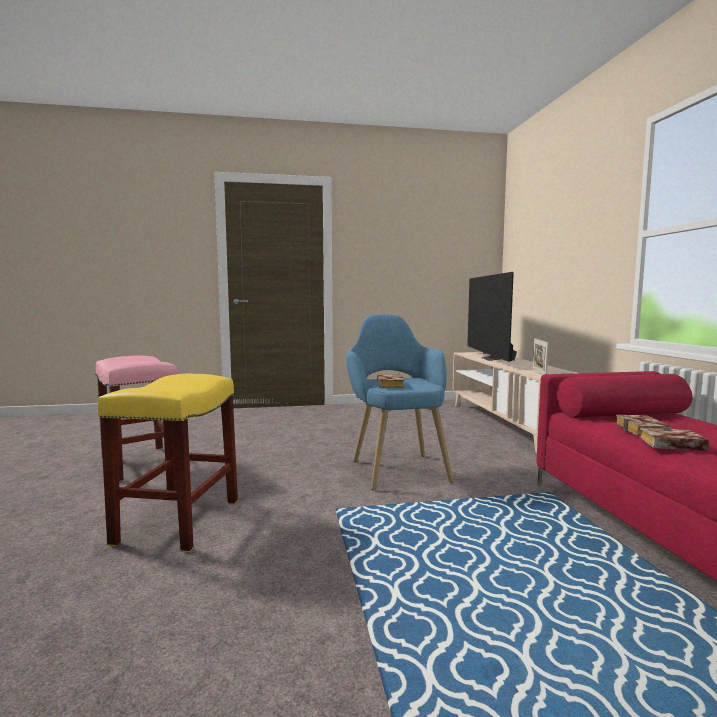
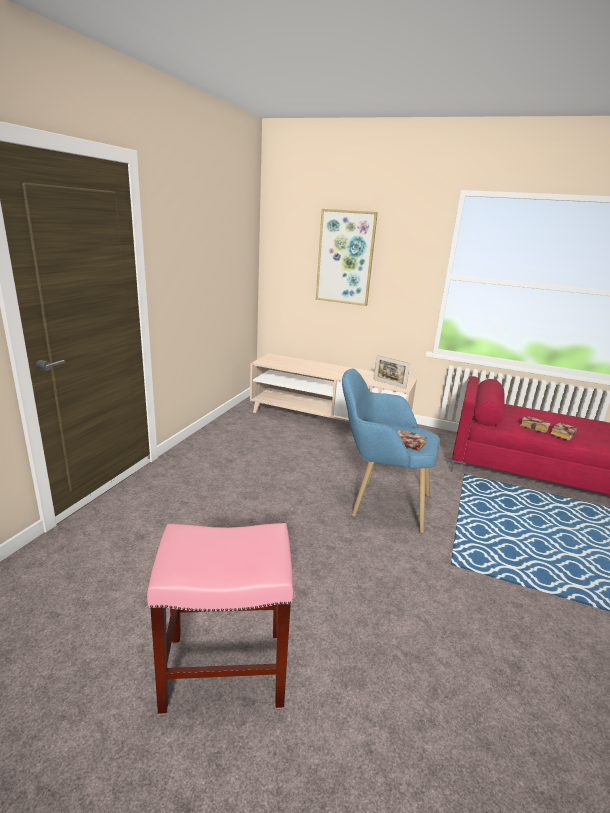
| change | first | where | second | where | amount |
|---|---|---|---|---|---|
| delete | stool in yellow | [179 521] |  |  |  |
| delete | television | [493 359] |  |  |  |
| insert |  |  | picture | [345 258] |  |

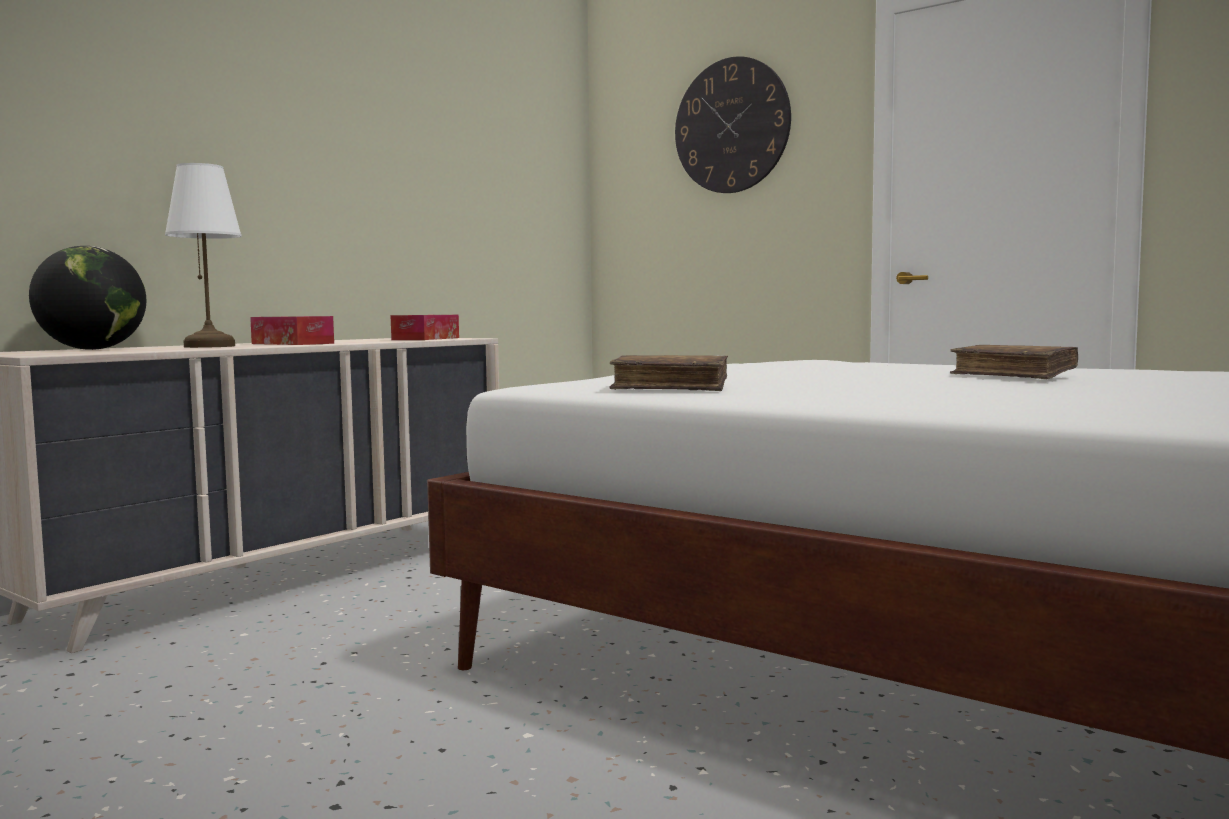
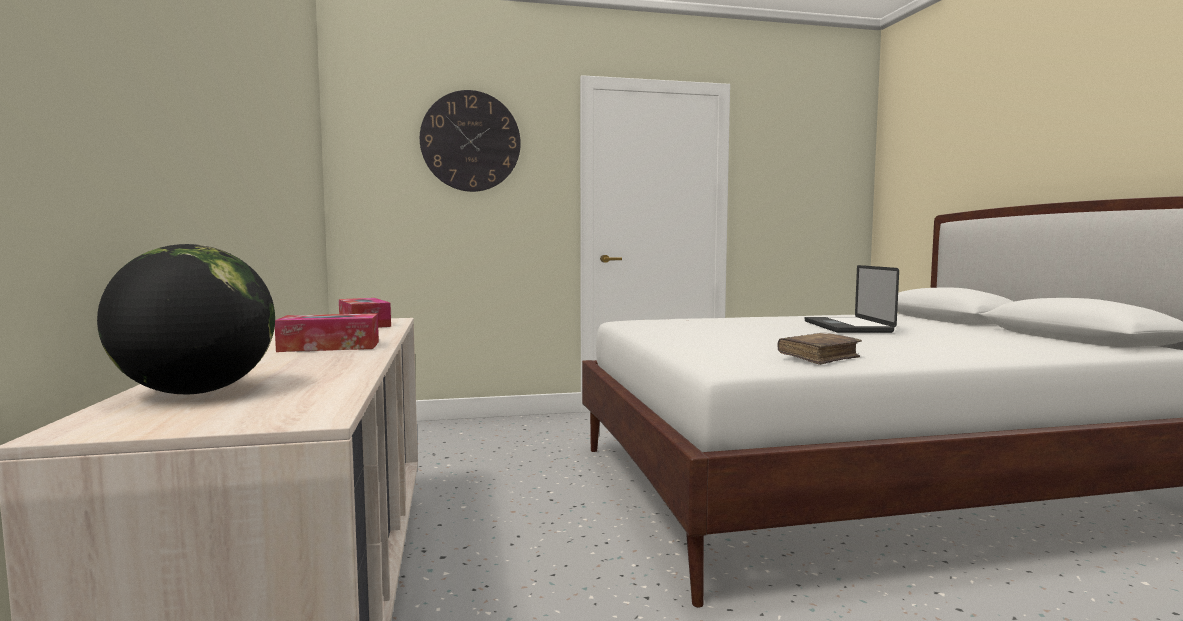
| change | first | where | second | where | amount |
|---|---|---|---|---|---|
| delete | table lamp in white | [211 346] |  |  |  |
| replace | book in brown | [1013 375] | laptop | [847 327] |  |

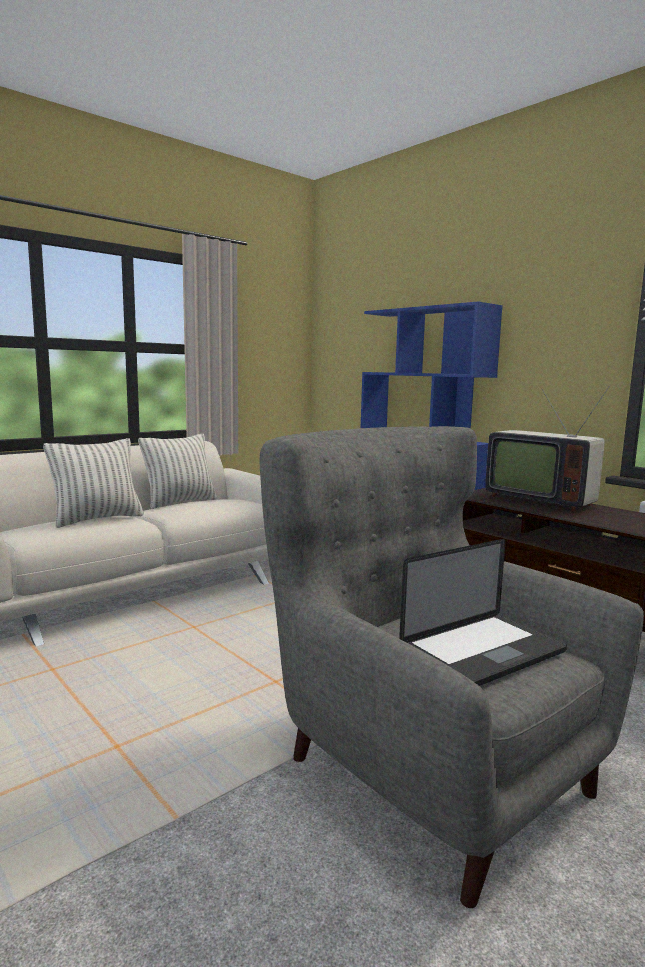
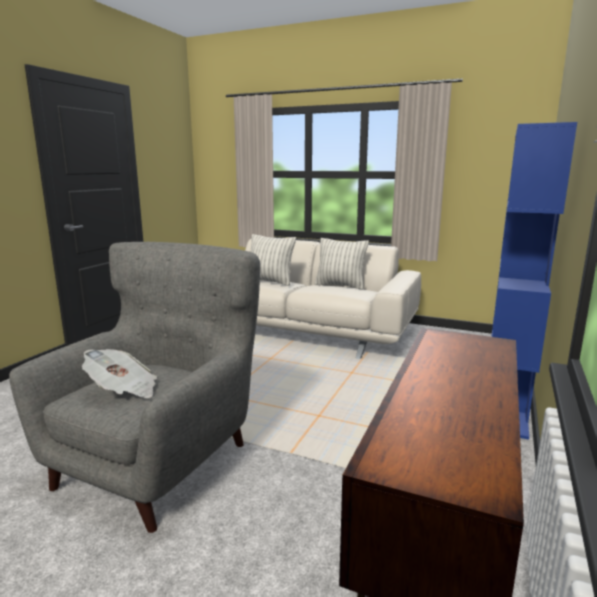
| change | first | where | second | where | amount |
|---|---|---|---|---|---|
| delete | television | [540 500] |  |  |  |
| replace | laptop | [483 652] | newspaper | [123 390] |  |

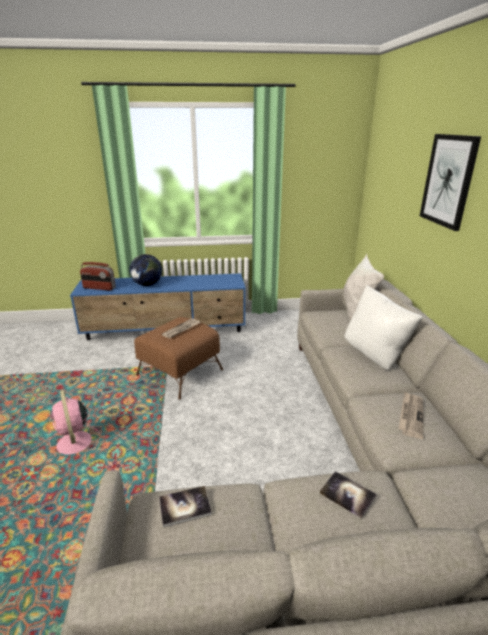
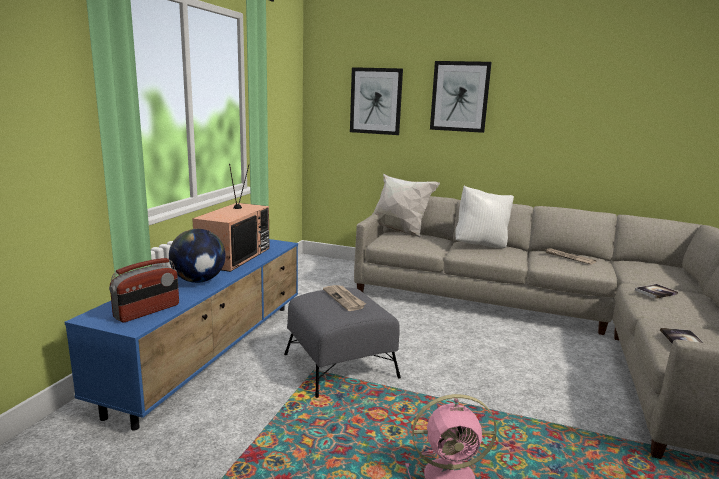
| change | first | where | second | where | amount |
|---|---|---|---|---|---|
| insert |  |  | television | [233 256] |  |
| insert |  |  | picture | [376 101] |  |
| recolor | ottoman in brown | [179 372] | ottoman in grey | [340 366] |  |

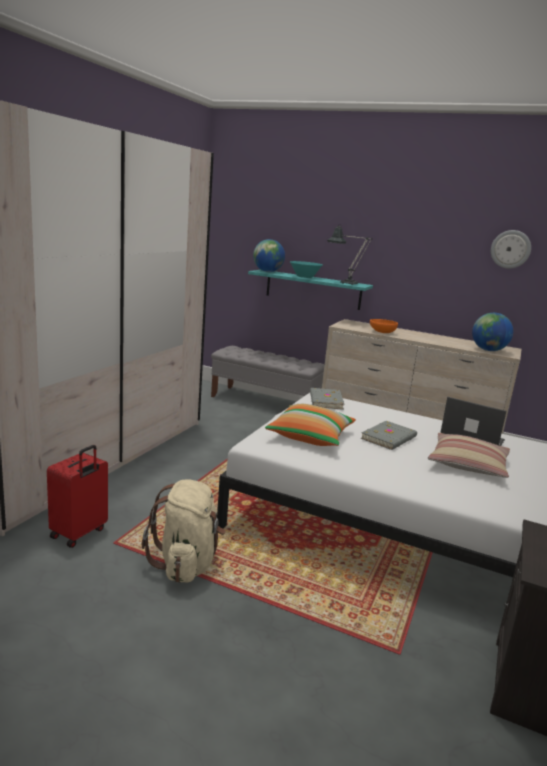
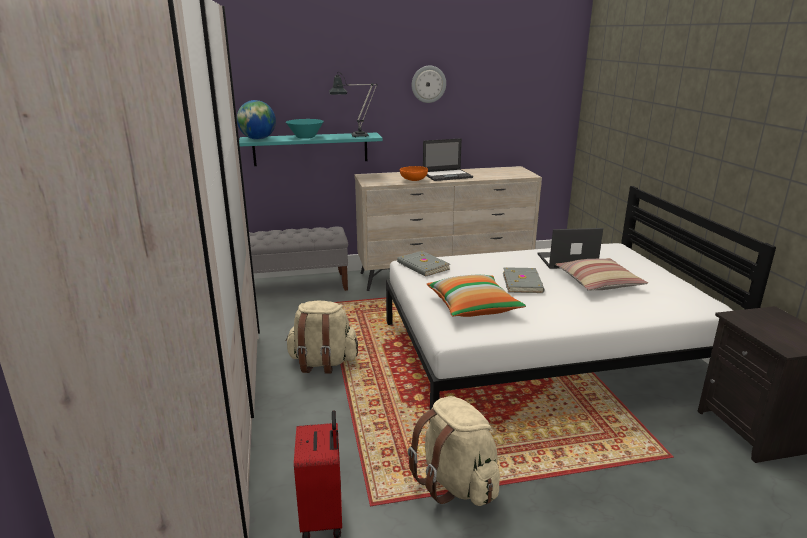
| change | first | where | second | where | amount |
|---|---|---|---|---|---|
| delete | globe | [488 350] |  |  |  |
| insert |  |  | backpack in beige | [322 363] |  |
| insert |  |  | laptop | [447 175] |  |
| move | wall clock | [510 249] |  | [428 84] |  |

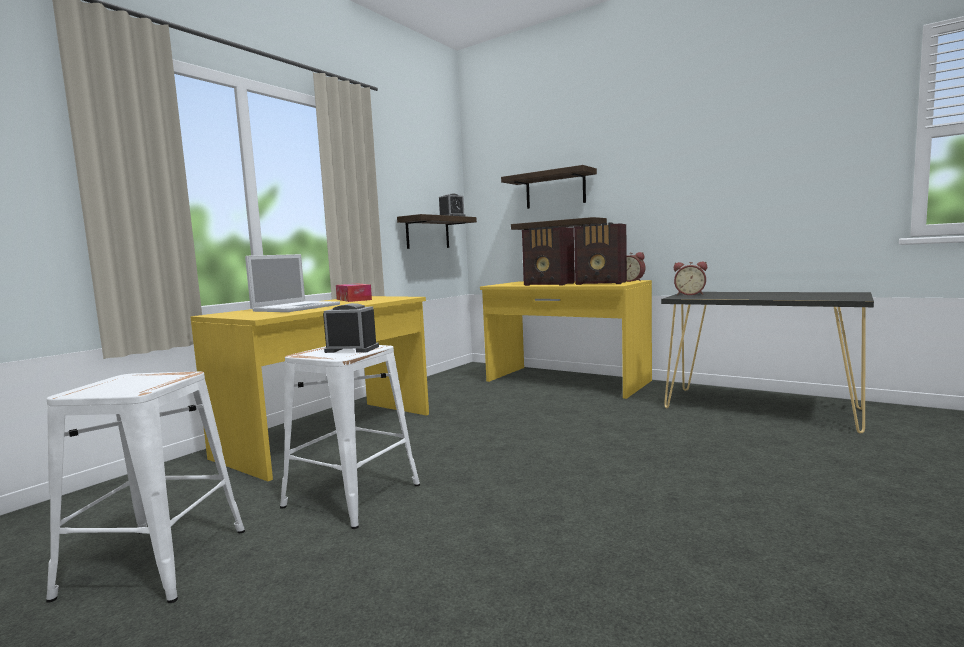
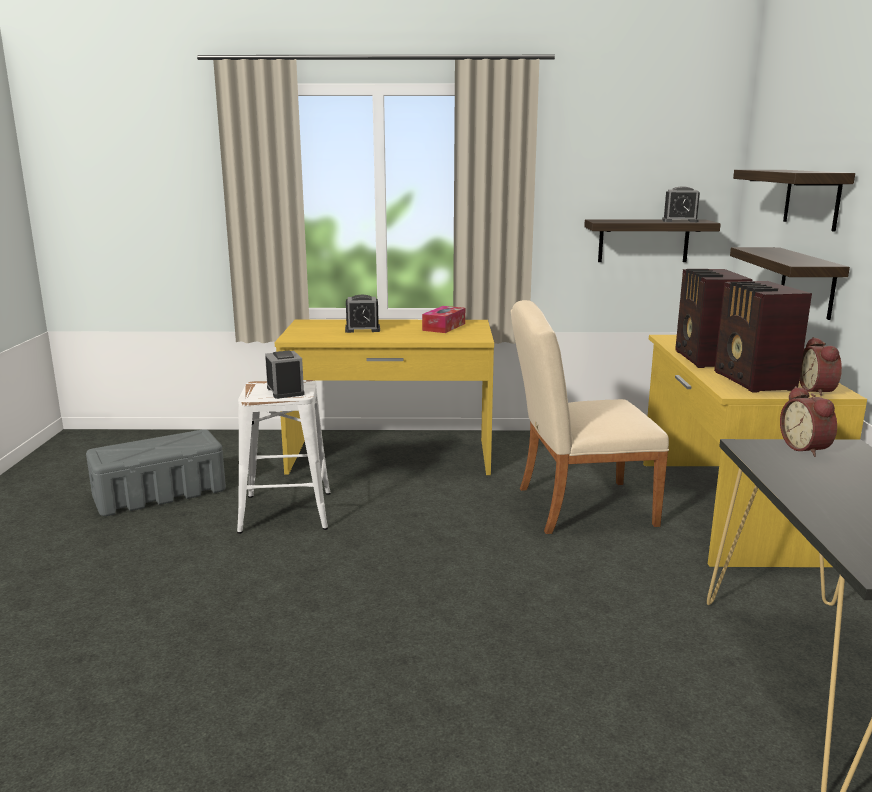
| change | first | where | second | where | amount |
|---|---|---|---|---|---|
| insert |  |  | chair in beige | [575 506] |  |
| replace | stool in white | [154 562] | storage box in grey | [161 493] |  |
| replace | laptop | [297 307] | alarm clock | [362 329] |  |

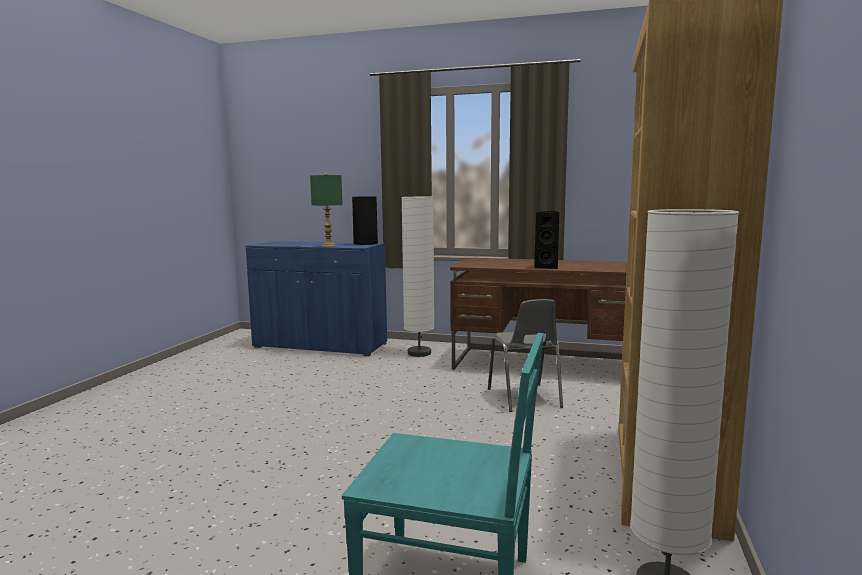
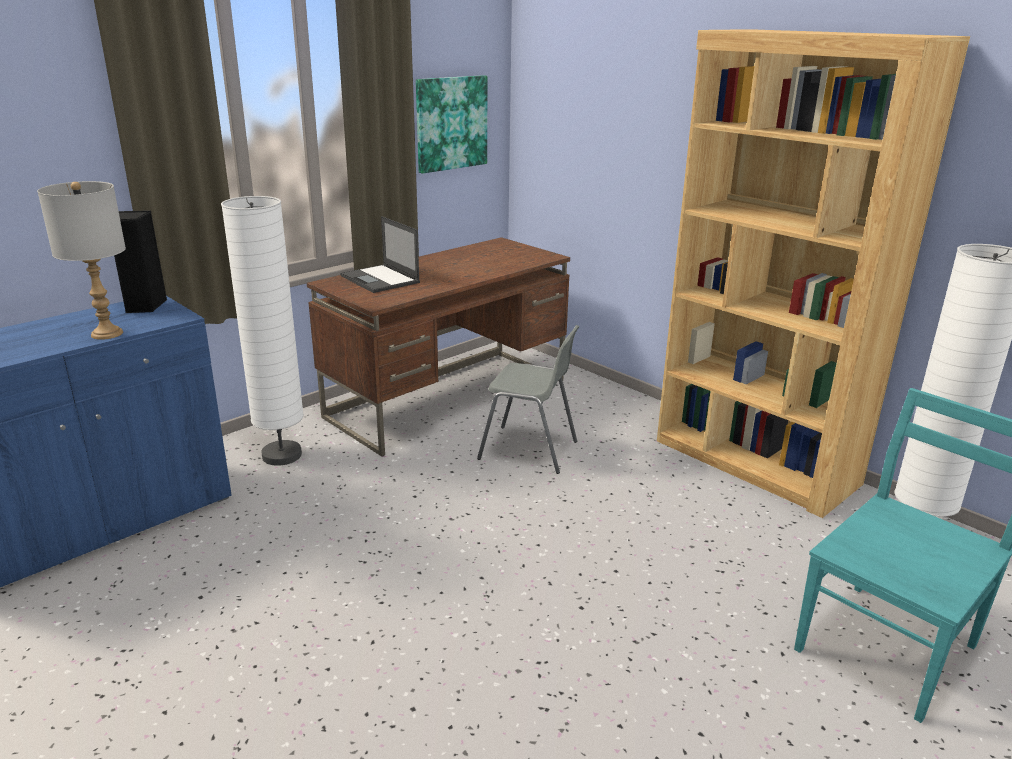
| change | first | where | second | where | amount |
|---|---|---|---|---|---|
| delete | speaker in black | [547 267] |  |  |  |
| insert |  |  | laptop | [380 279] |  |
| insert |  |  | picture | [451 123] |  |
| recolor | table lamp in green | [328 246] | table lamp in grey | [106 334] |  |

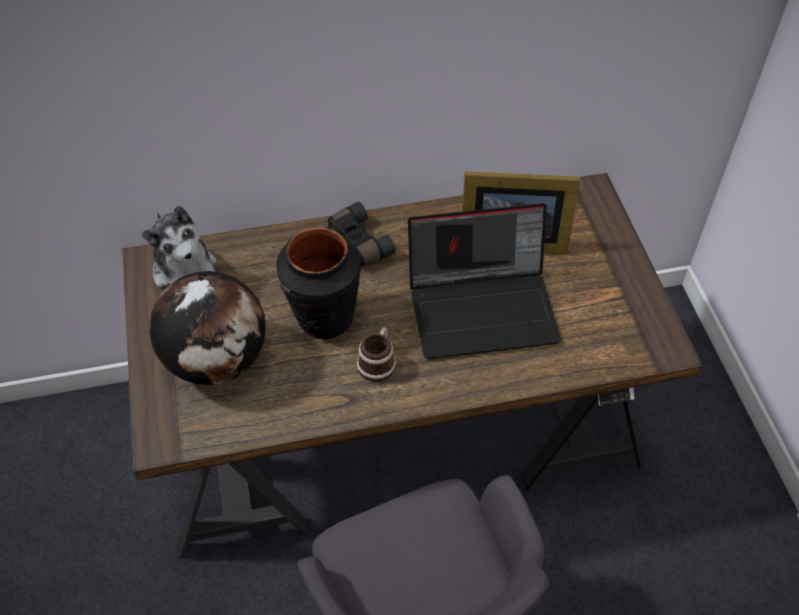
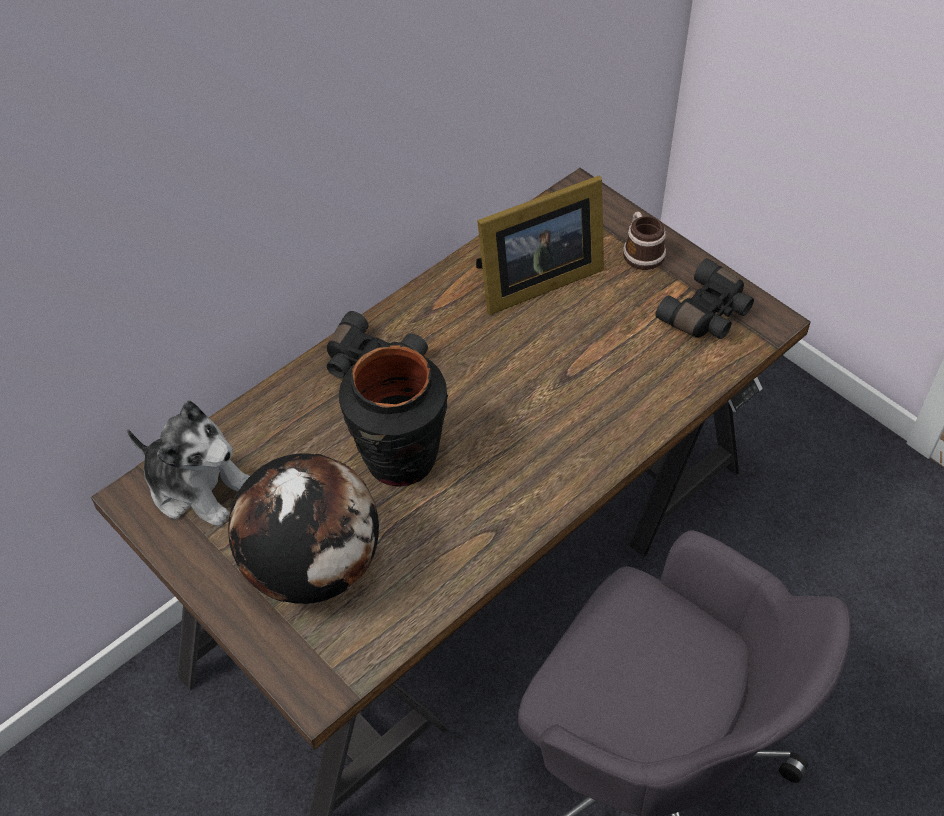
| change | first | where | second | where | amount |
|---|---|---|---|---|---|
| delete | laptop | [484 307] |  |  |  |
| insert |  |  | binoculars in black | [707 314] |  |
| move | mug | [378 362] |  | [641 252] |  |

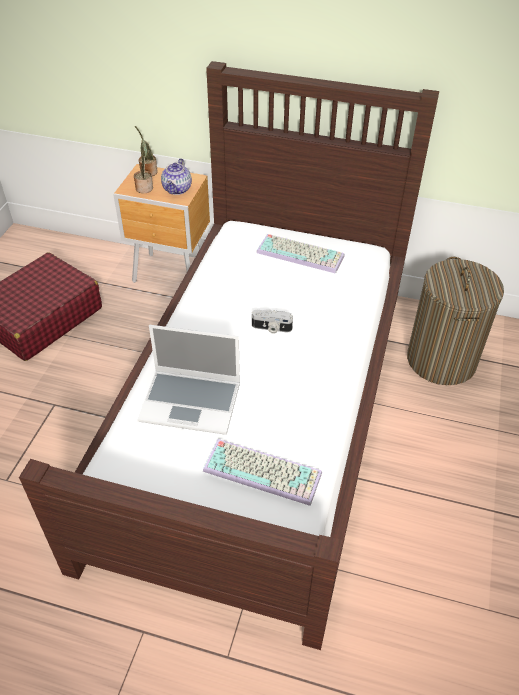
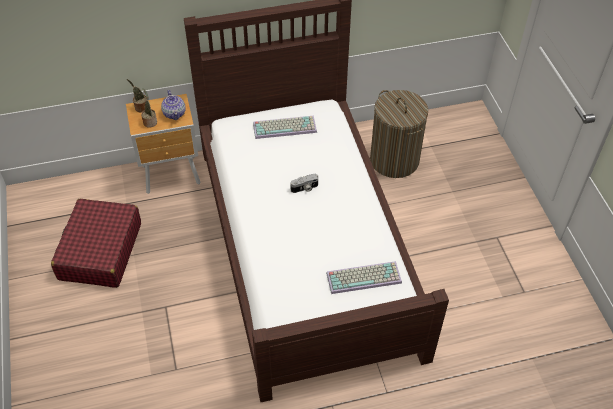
| change | first | where | second | where | amount |
|---|---|---|---|---|---|
| delete | laptop | [192 402] |  |  |  |

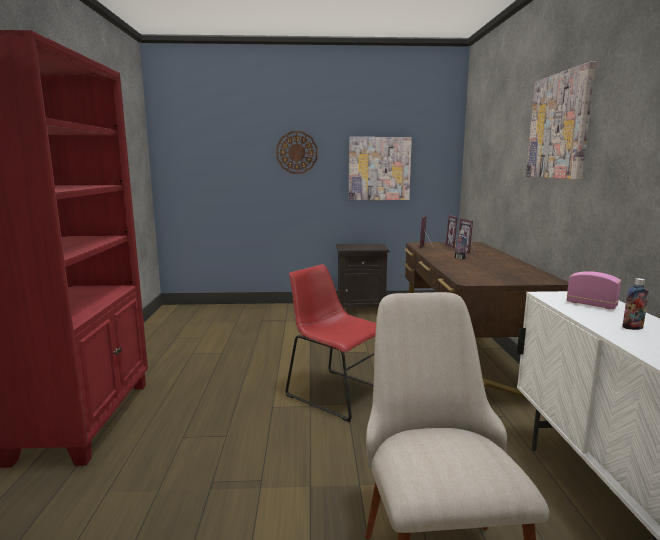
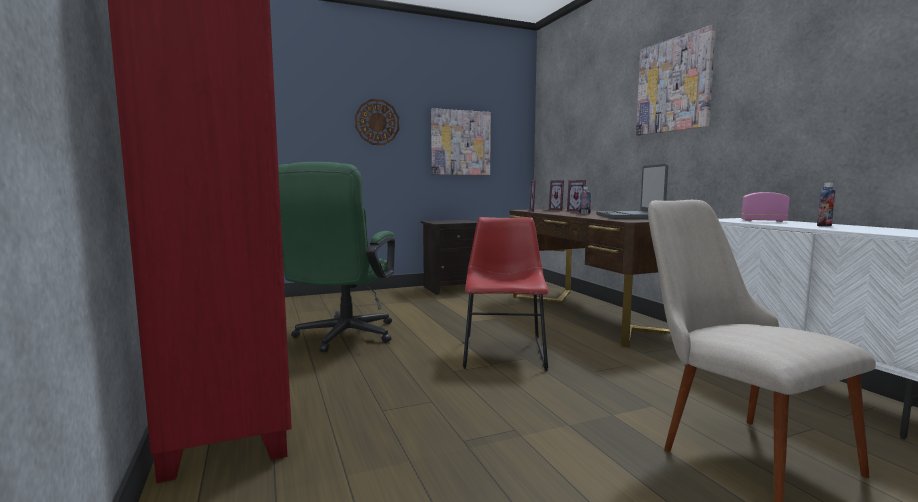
| change | first | where | second | where | amount |
|---|---|---|---|---|---|
| insert |  |  | office chair in green | [341 338] |  |
| insert |  |  | laptop | [629 217] |  |
| rotate | chair in red | [335 392] |  | [503 351] | 75 degrees clockwise |

